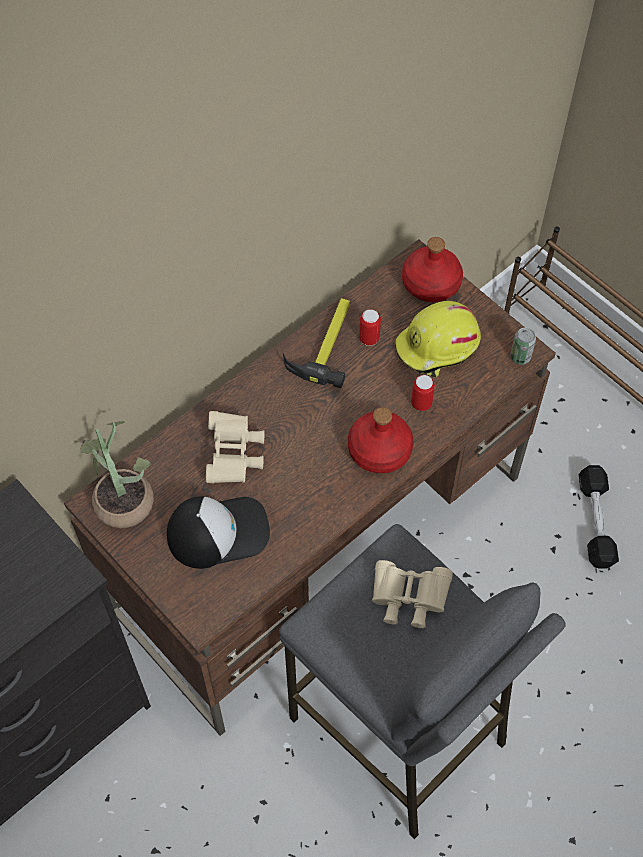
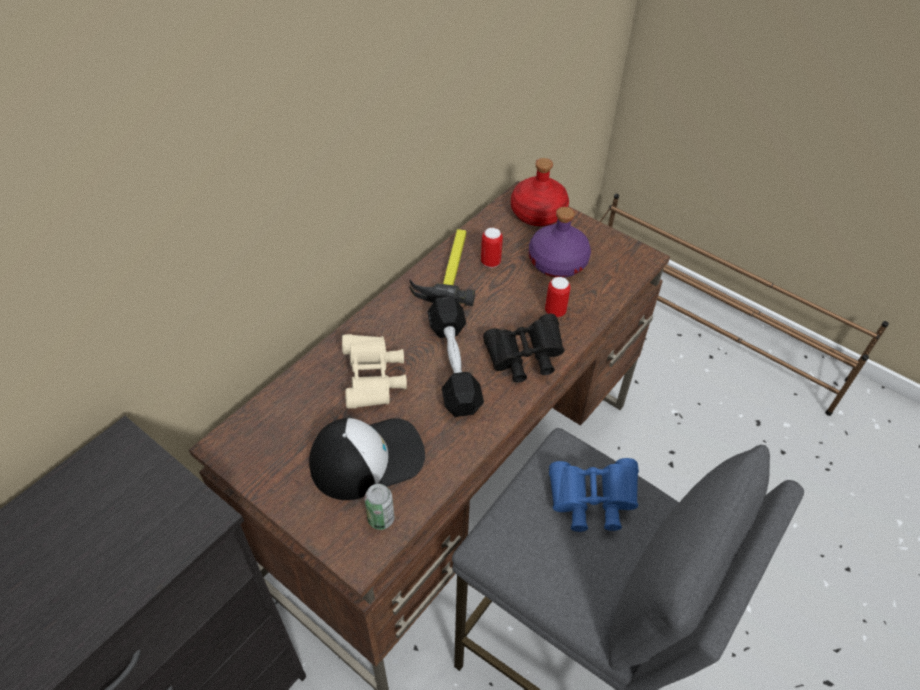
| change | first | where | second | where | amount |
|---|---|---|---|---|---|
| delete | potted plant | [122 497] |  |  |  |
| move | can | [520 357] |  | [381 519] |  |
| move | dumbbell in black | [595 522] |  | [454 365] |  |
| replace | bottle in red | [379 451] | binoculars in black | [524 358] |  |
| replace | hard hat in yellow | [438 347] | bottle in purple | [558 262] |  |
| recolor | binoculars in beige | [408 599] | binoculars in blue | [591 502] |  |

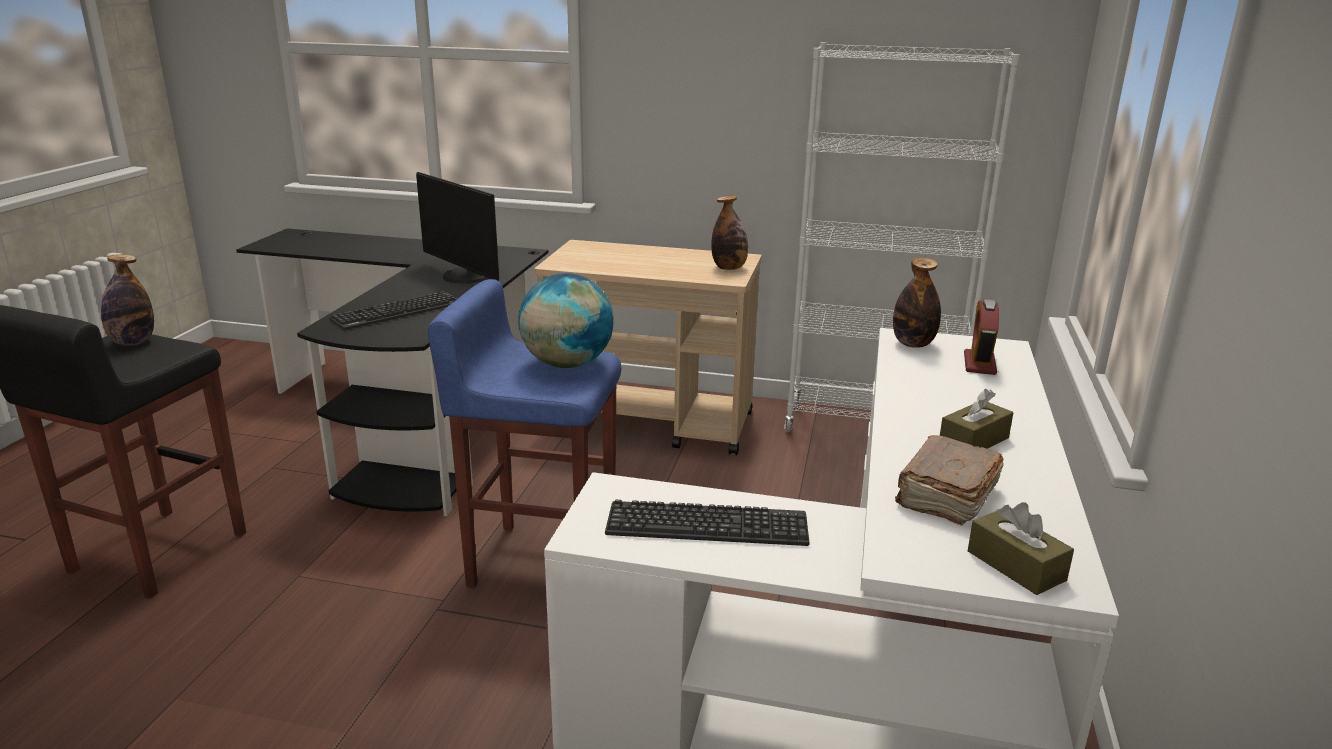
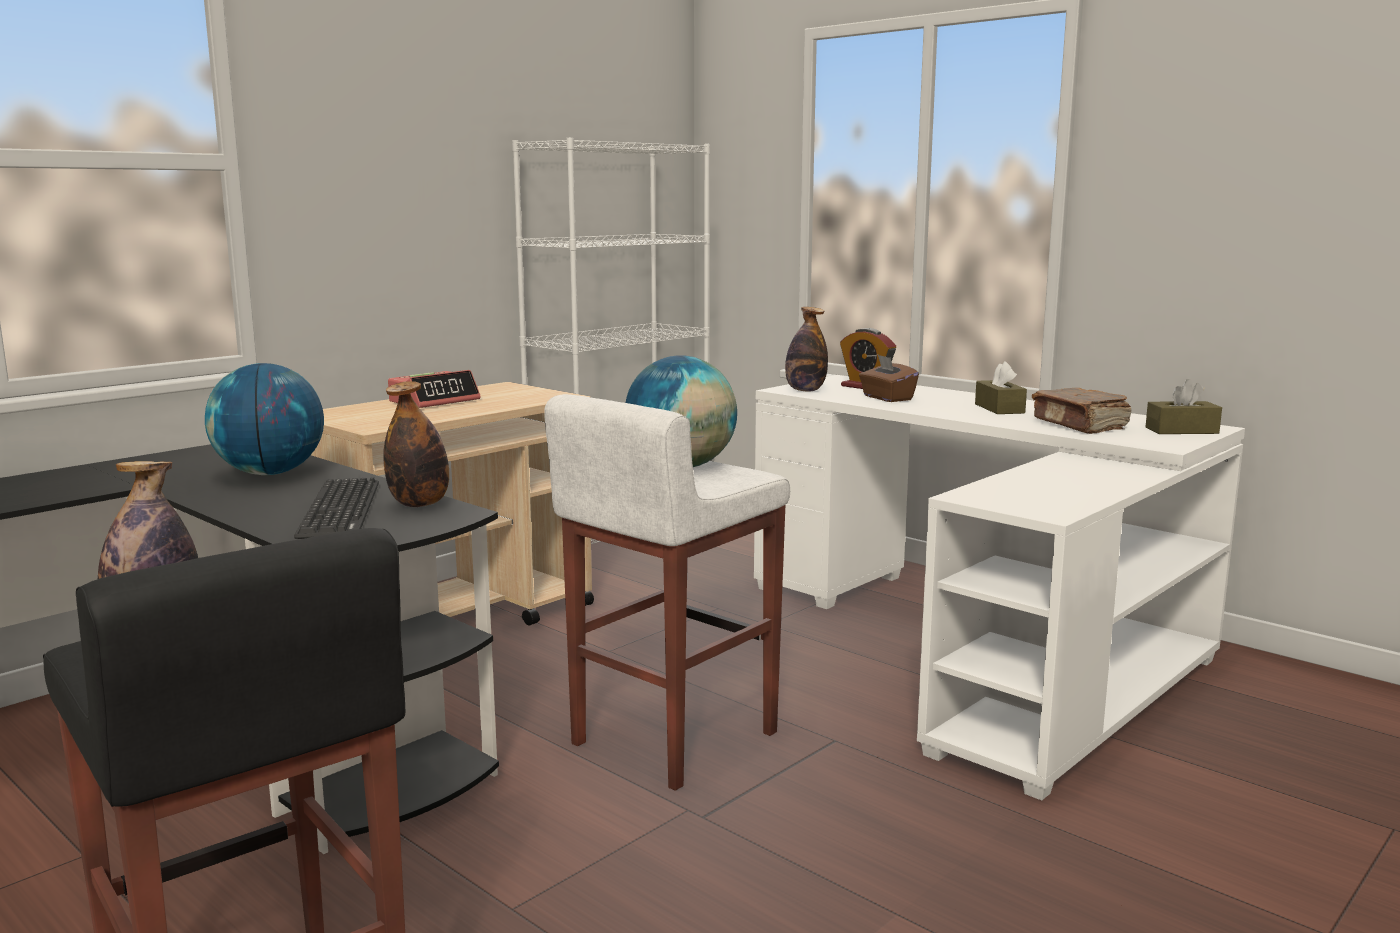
| change | first | where | second | where | amount |
|---|---|---|---|---|---|
| delete | keyboard | [707 525] |  |  |  |
| insert |  |  | alarm clock | [435 401] |  |
| insert |  |  | tissue box in brown | [887 398] |  |
| move | bottle | [729 268] |  | [419 504] |  |
| replace | monitor | [465 277] | globe | [270 473] |  |
| recolor | stool in blue | [541 561] | stool in white | [671 738] |  |

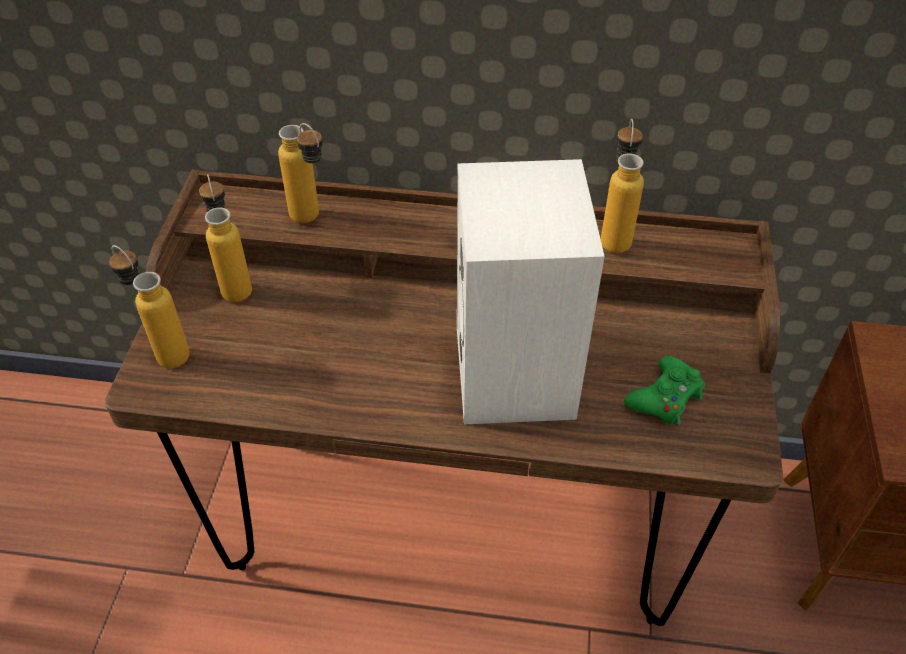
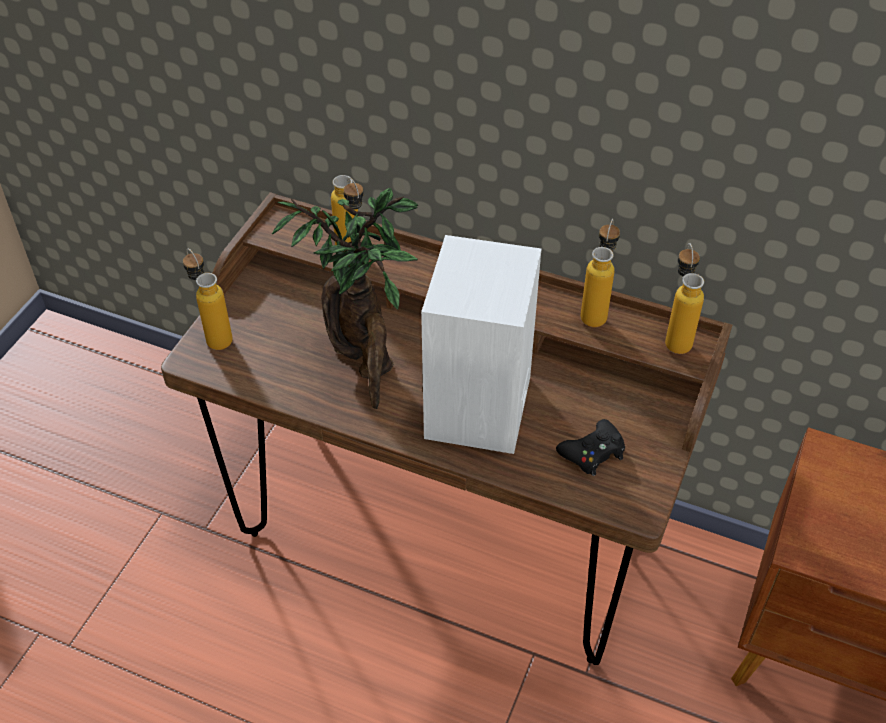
| change | first | where | second | where | amount |
|---|---|---|---|---|---|
| insert |  |  | potted plant | [364 365] |  |
| move | bottle | [235 283] |  | [676 337] |  |
| recolor | game controller in green | [665 398] | game controller in black | [593 453] |  |

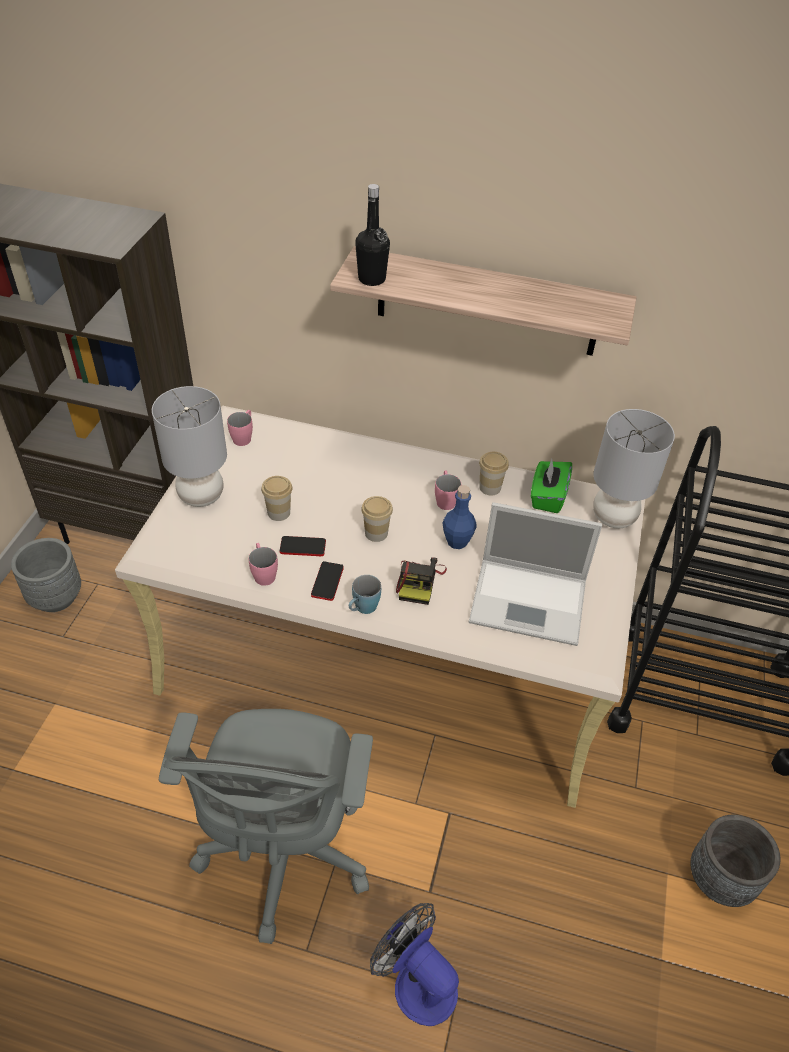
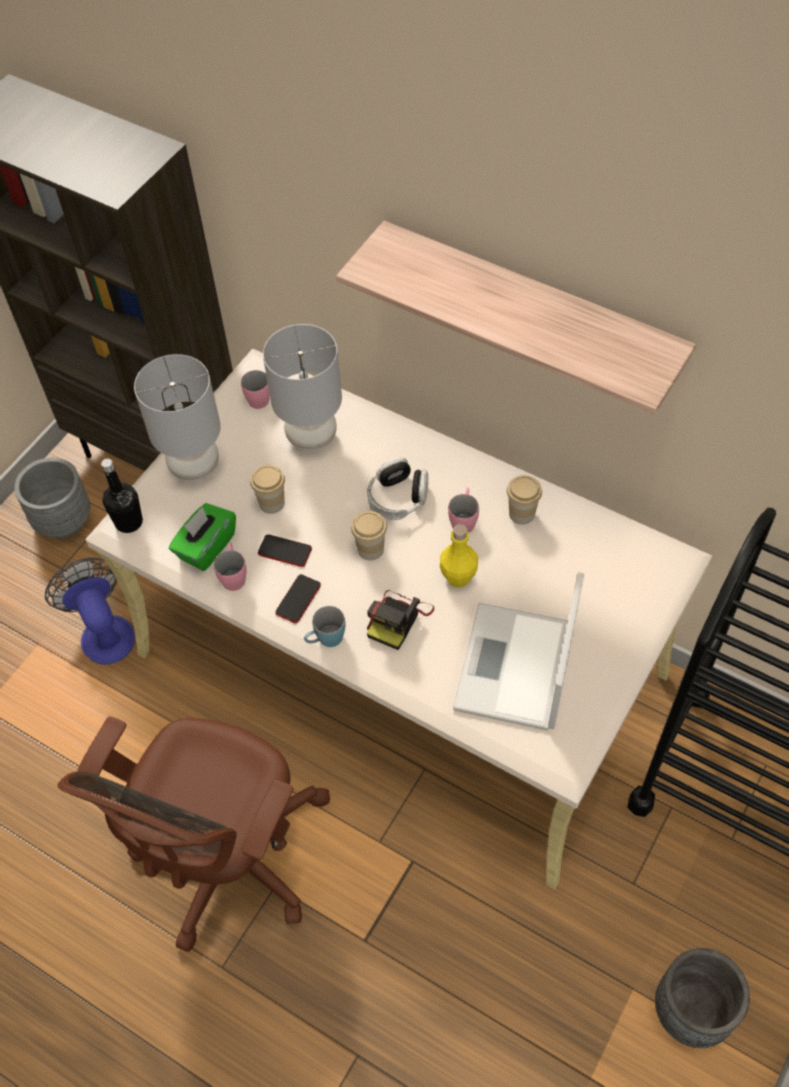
| change | first | where | second | where | amount |
|---|---|---|---|---|---|
| insert |  |  | headphones | [398 498] |  |
| move | bottle in black | [372 279] |  | [129 522] |  |
| move | fan | [416 981] |  | [104 631] |  |
| move | tissue box in green | [547 497] |  | [206 547] |  |
| move | table lamp in grey | [612 517] |  | [311 437] |  |
| recolor | office chair in grey | [285 853] | office chair in brown | [227 861] |  |
| recolor | bottle in blue | [457 541] | bottle in yellow | [458 577] |  |
| rotate | laptop | [530 601] |  | [515 669] | 75 degrees clockwise |

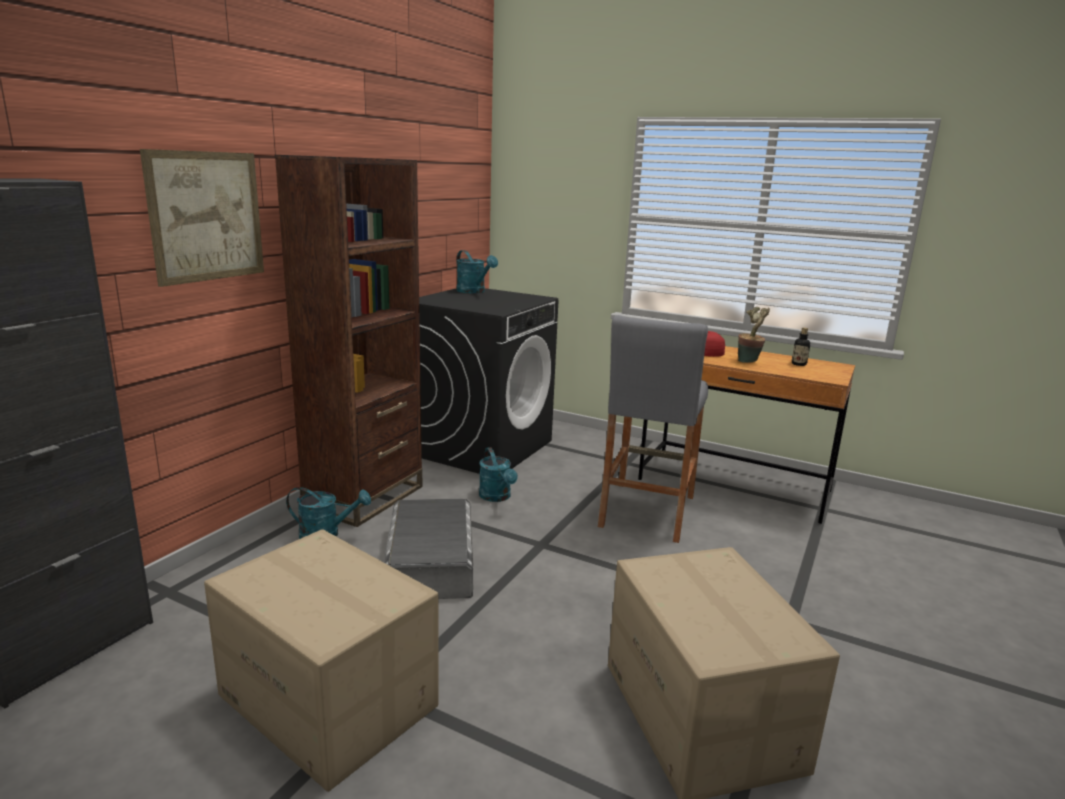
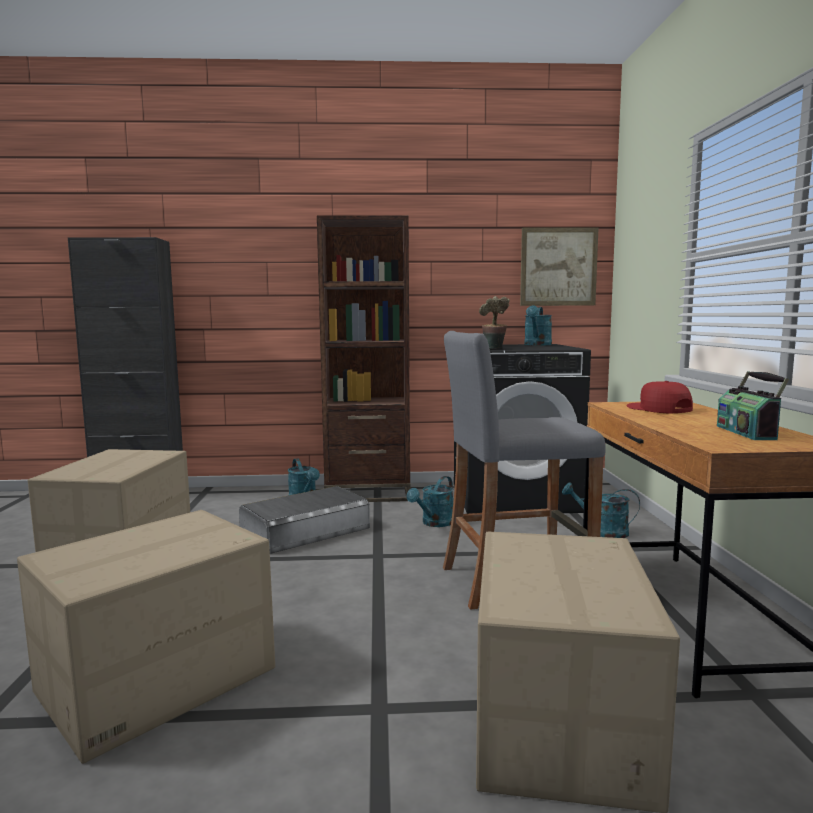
| change | first | where | second | where | amount |
|---|---|---|---|---|---|
| insert |  |  | cardboard box | [561 721] |  |
| insert |  |  | watering can in turquoise | [602 531] |  |
| move | picture | [206 216] |  | [558 267] |  |
| move | potted plant | [749 361] |  | [494 349] |  |
| replace | bottle | [798 364] | radio | [747 432] |  |

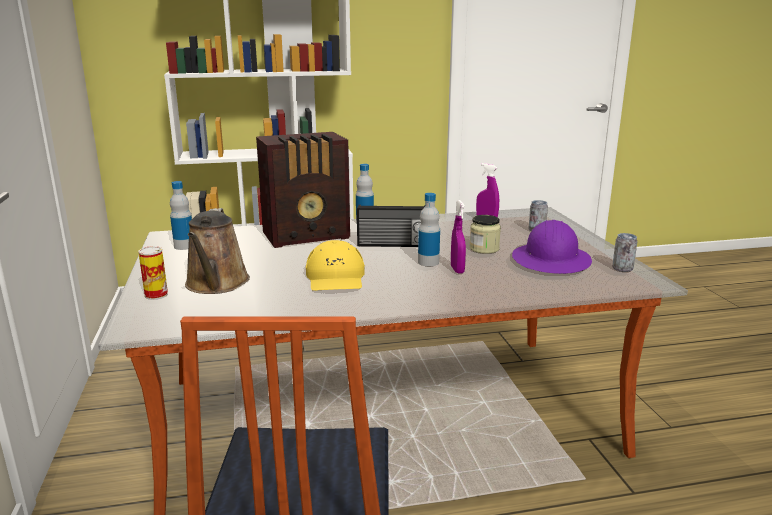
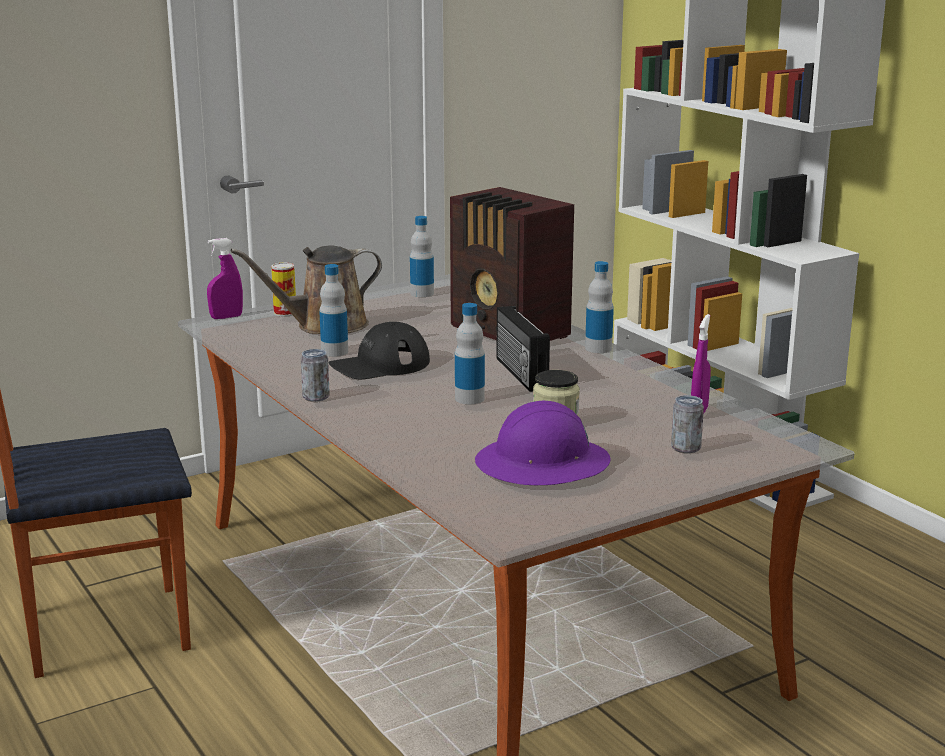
| change | first | where | second | where | amount |
|---|---|---|---|---|---|
| insert |  |  | bottle | [334 352] |  |
| move | spray bottle in purple | [457 270] |  | [226 317] |  |
| move | can | [622 268] |  | [316 397] |  |
| recolor | cap in yellow | [335 278] | cap in black | [379 365] |  |

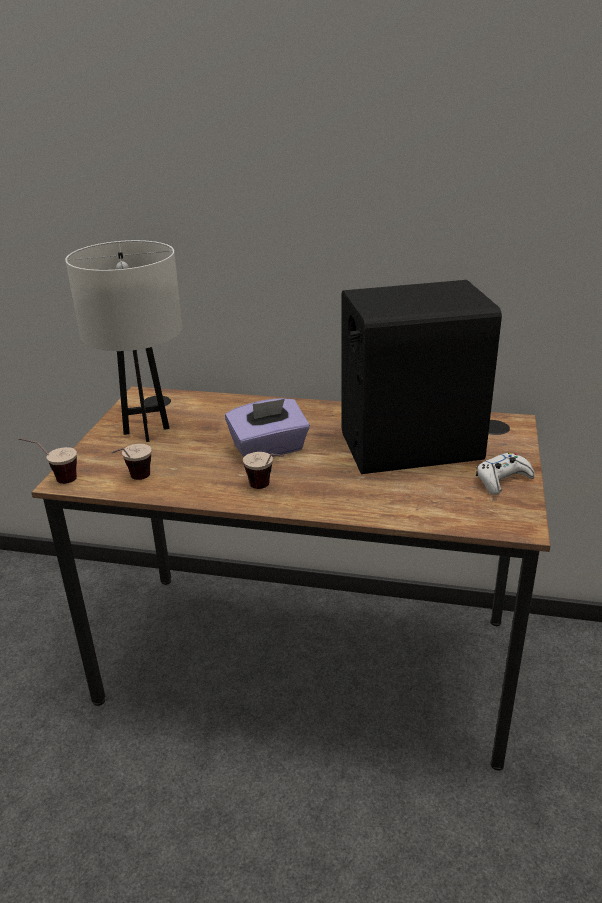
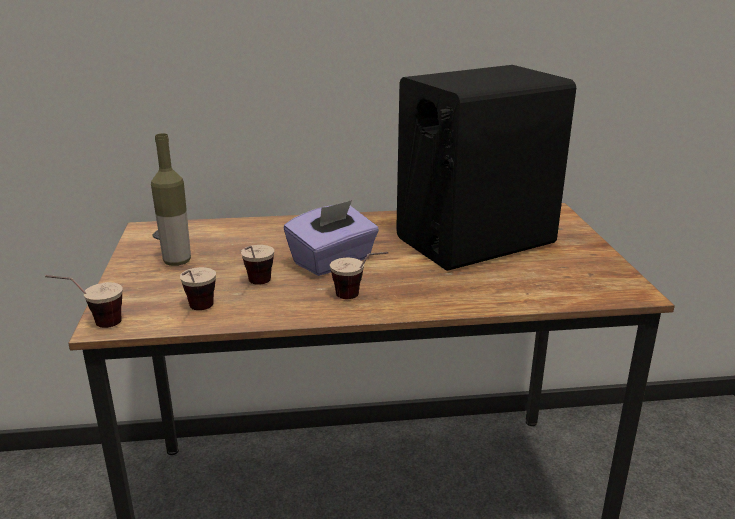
| change | first | where | second | where | amount |
|---|---|---|---|---|---|
| delete | game controller in white | [502 480] |  |  |  |
| insert |  |  | cup | [256 286] |  |
| replace | table lamp in white | [146 431] | bottle | [177 261] |  |

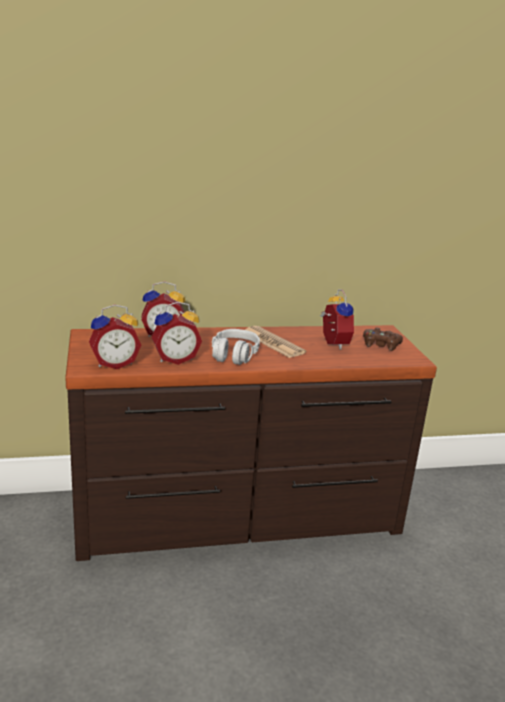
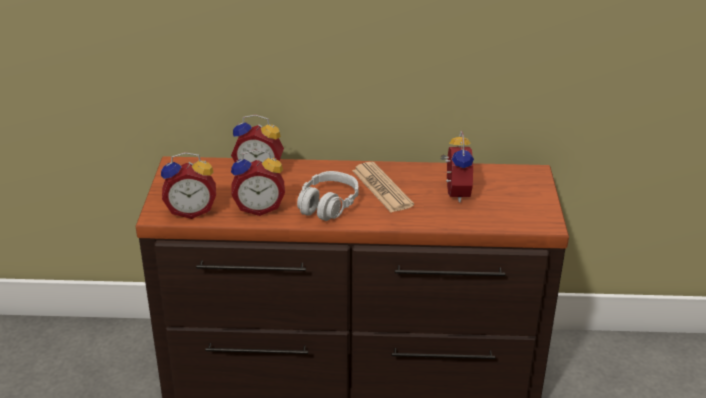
| change | first | where | second | where | amount |
|---|---|---|---|---|---|
| delete | game controller in brown | [381 344] |  |  |  |

